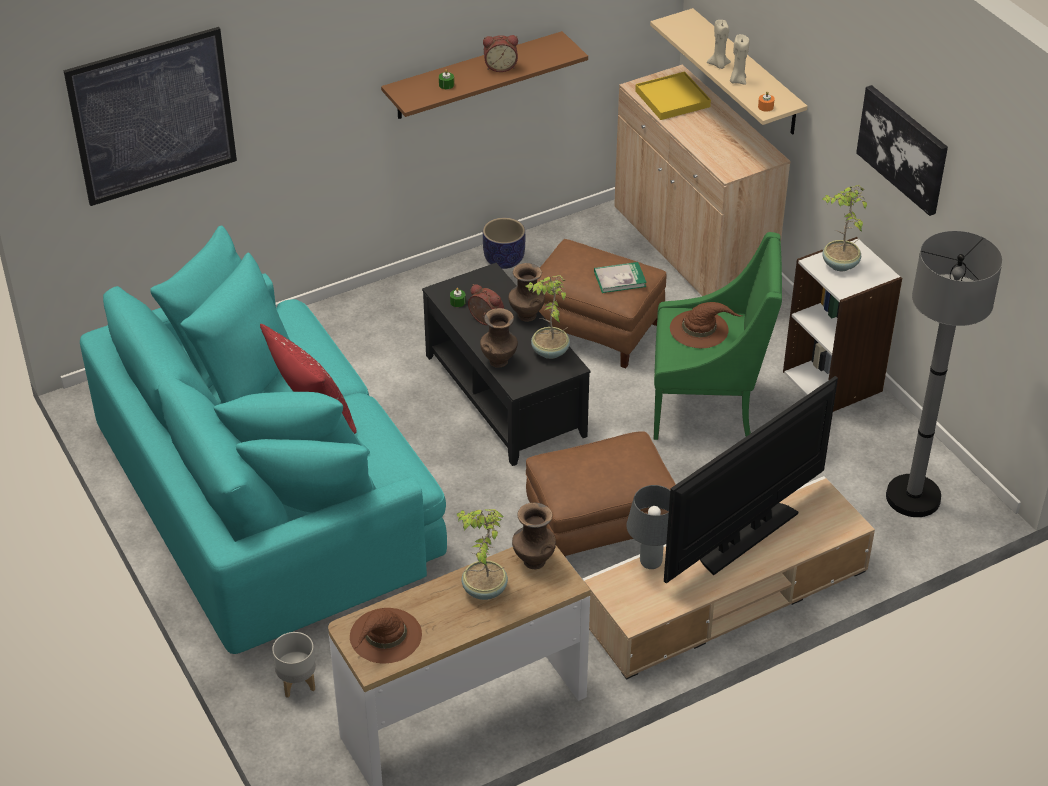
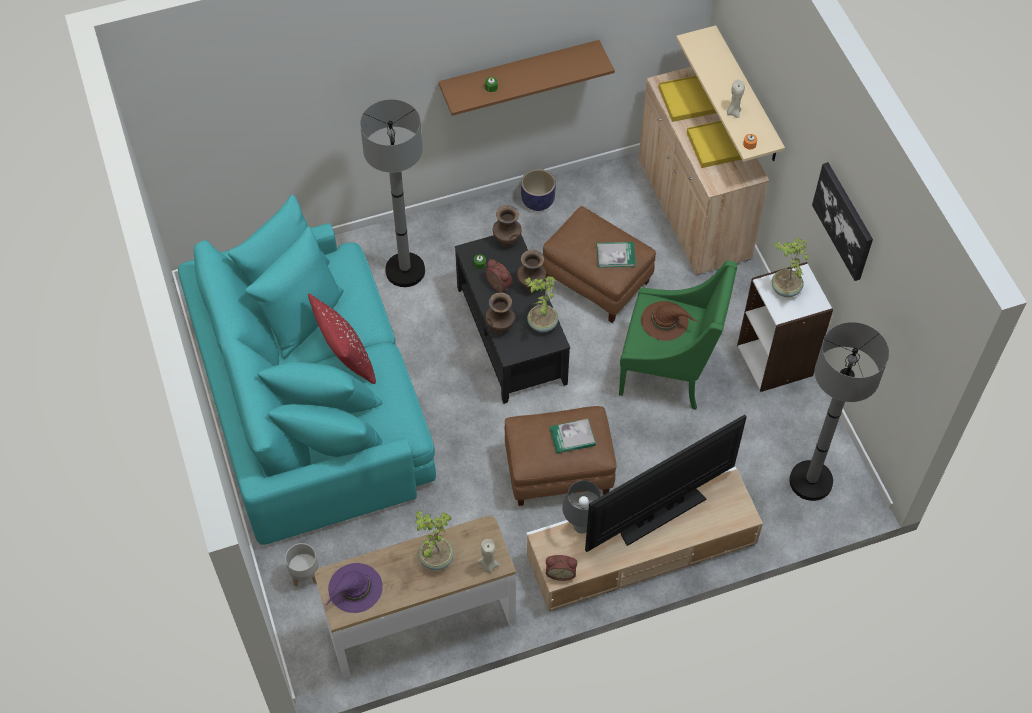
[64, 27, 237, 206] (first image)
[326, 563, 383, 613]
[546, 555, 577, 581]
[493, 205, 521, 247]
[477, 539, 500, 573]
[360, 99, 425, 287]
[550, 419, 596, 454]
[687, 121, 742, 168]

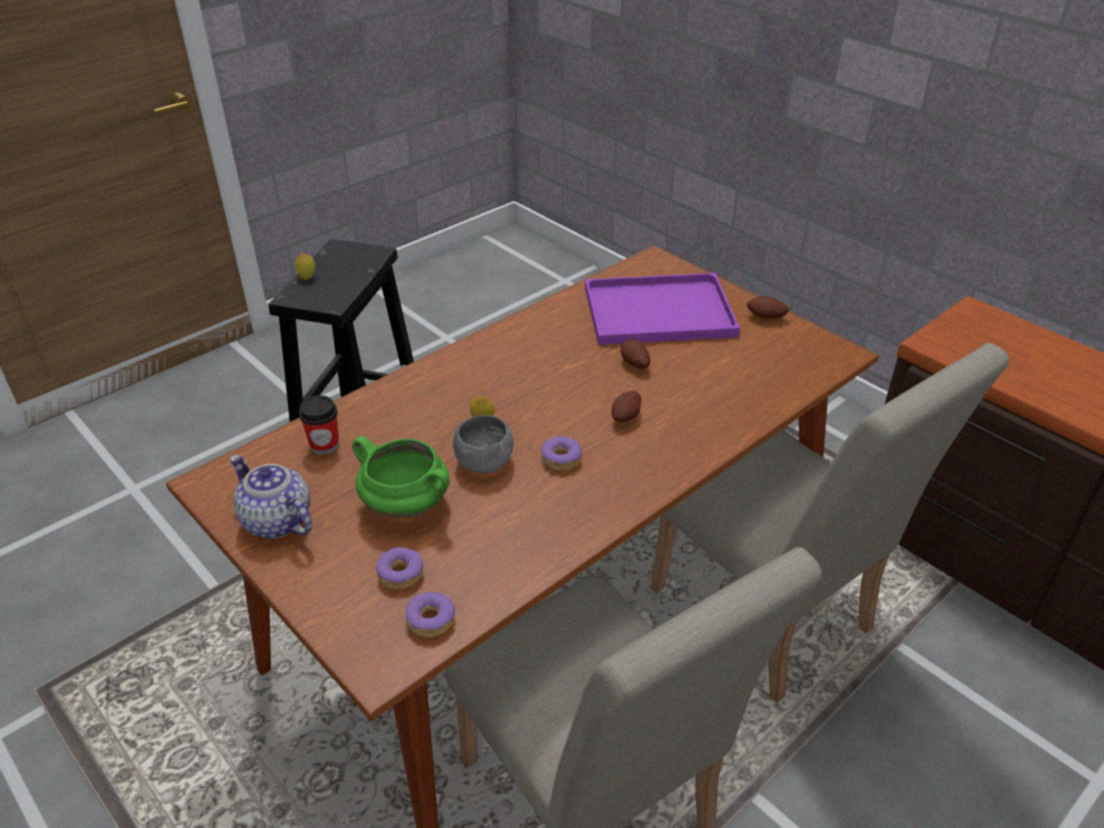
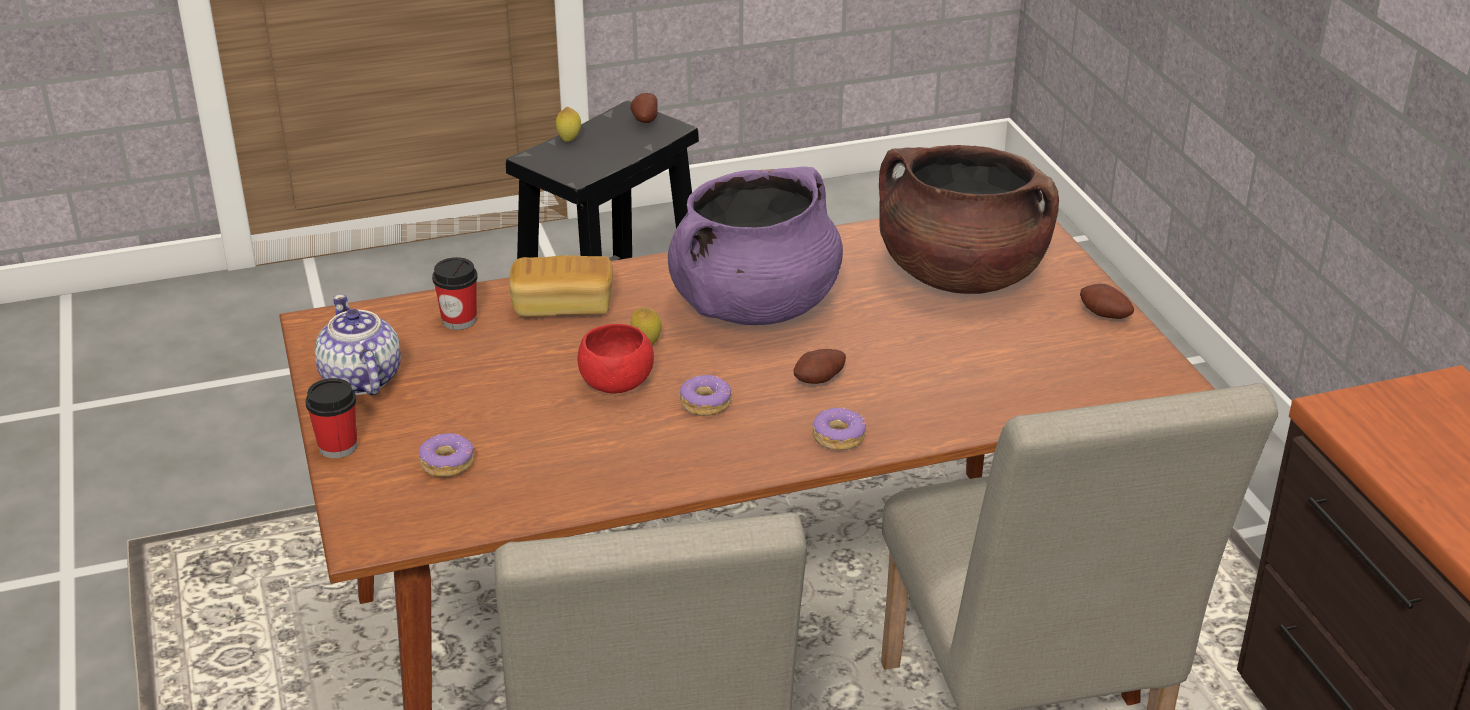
[352, 436, 450, 518] (first image)
[812, 407, 866, 450]
[577, 324, 654, 394]
[879, 145, 1059, 294]
[630, 93, 658, 123]
[305, 378, 357, 458]
[509, 255, 613, 317]
[668, 167, 843, 325]

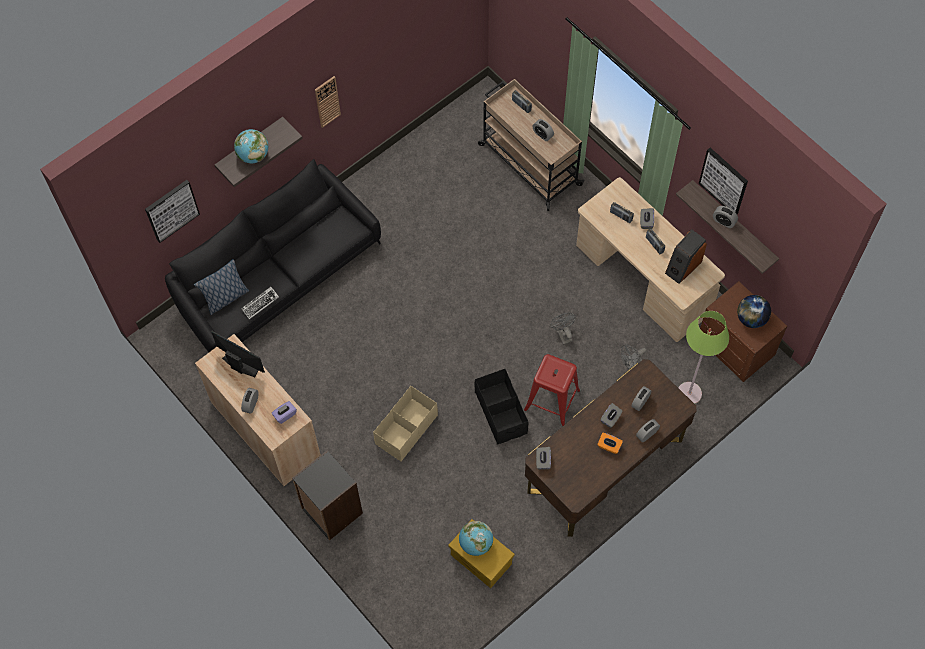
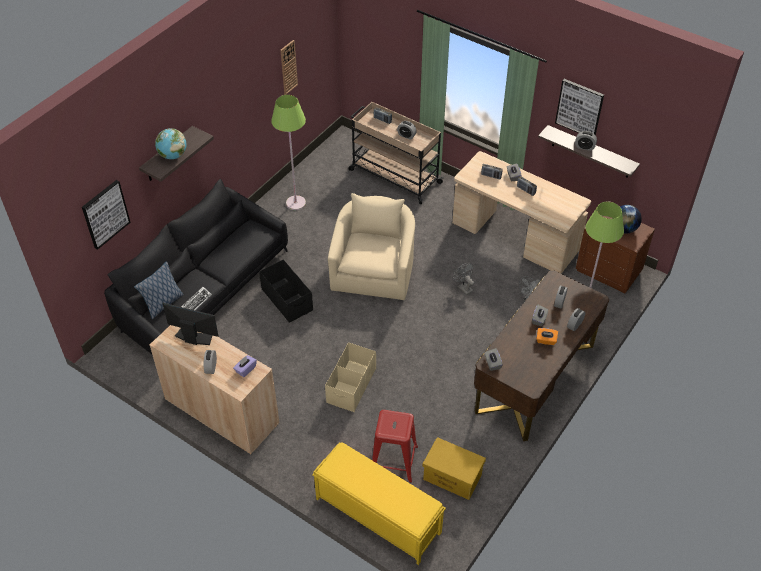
[292, 450, 363, 541] (first image)
[280, 40, 298, 95]
[459, 521, 493, 556] (first image)
[259, 259, 313, 323]
[372, 410, 418, 483]
[665, 230, 707, 284] (first image)
[271, 95, 306, 210]
[312, 442, 446, 565]
[328, 193, 415, 300]

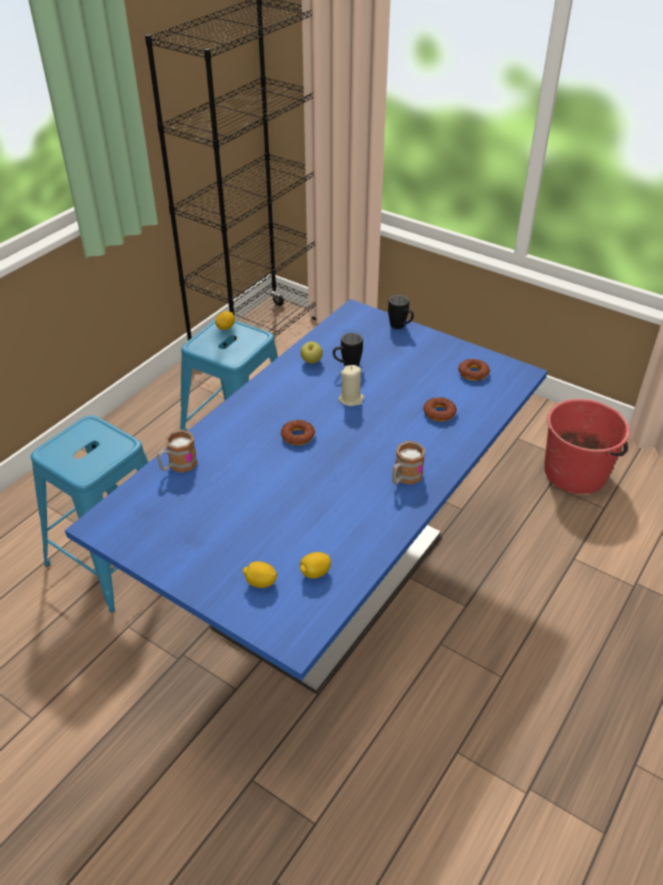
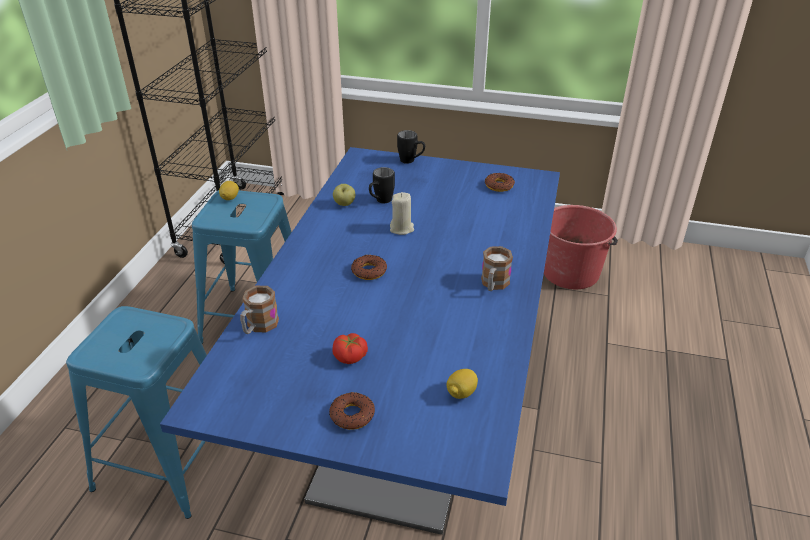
[243, 561, 277, 588] (first image)
[329, 392, 375, 430]
[332, 333, 368, 364]

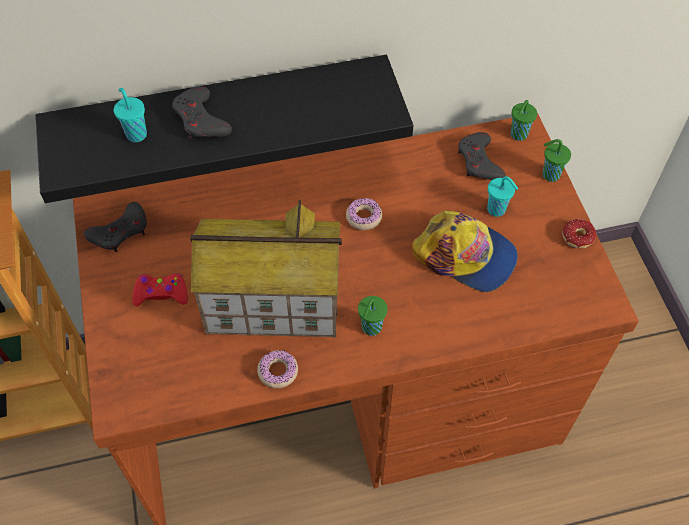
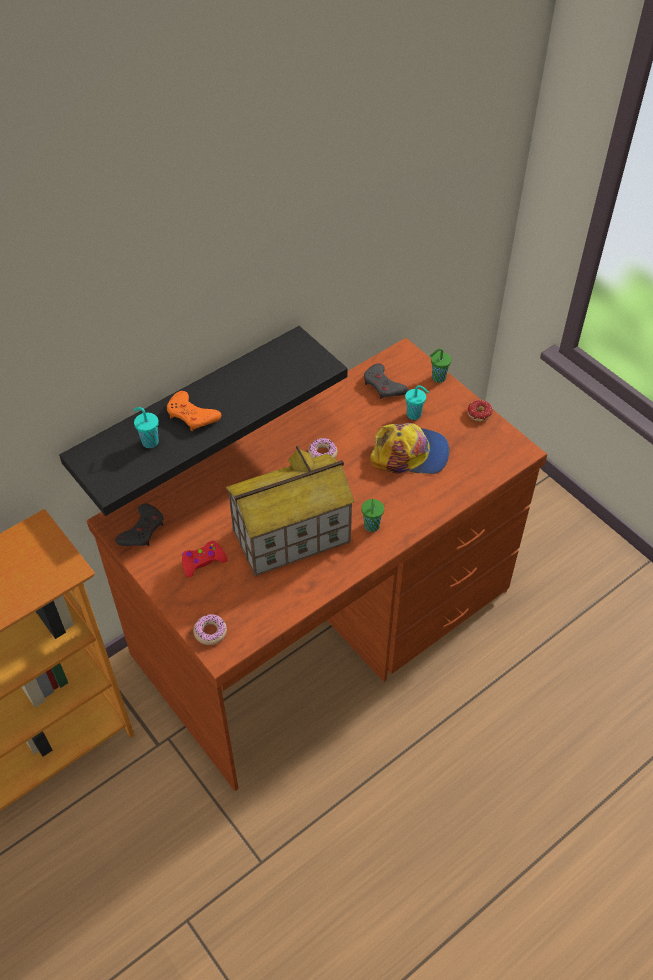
[167, 391, 221, 431]
[193, 614, 227, 645]
[511, 100, 537, 141] (first image)

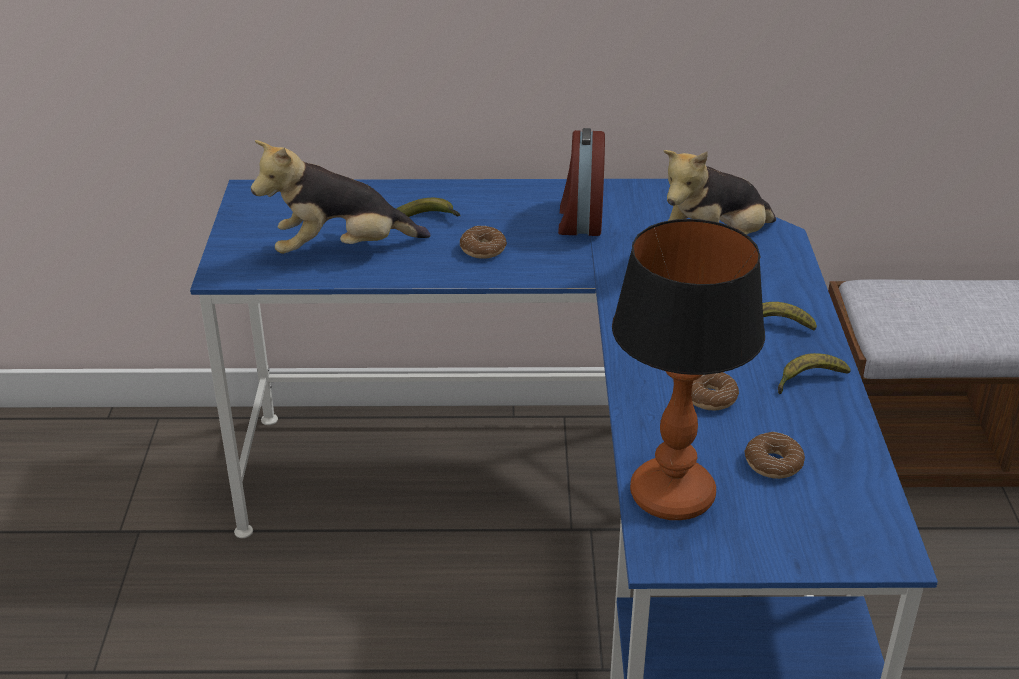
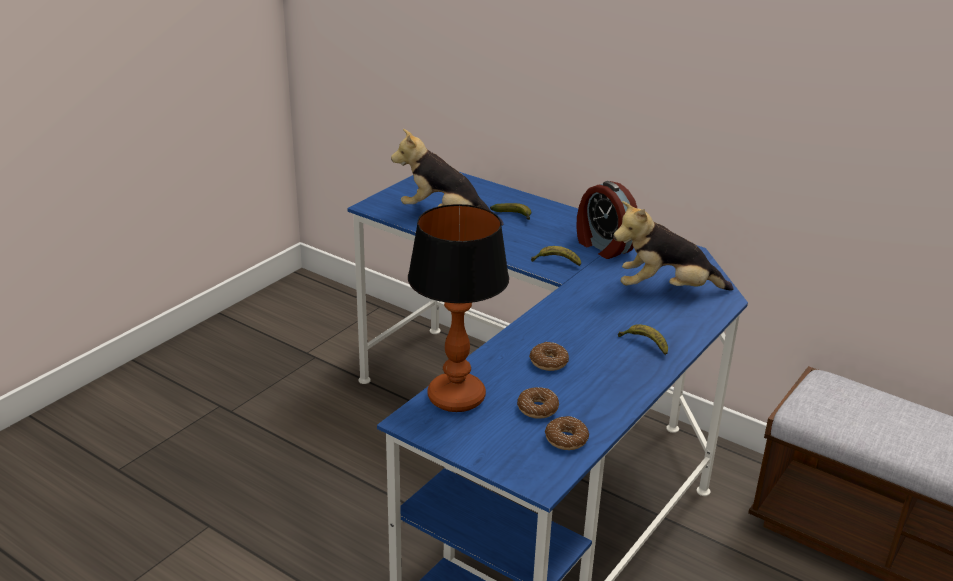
[545, 416, 589, 450]
[576, 181, 637, 259]
[531, 246, 581, 266]

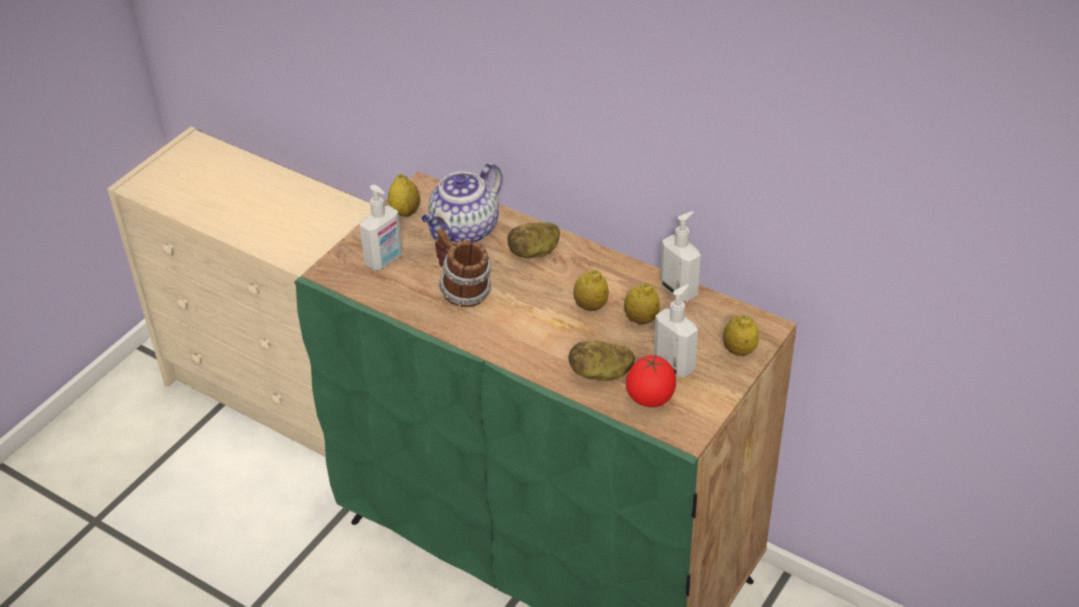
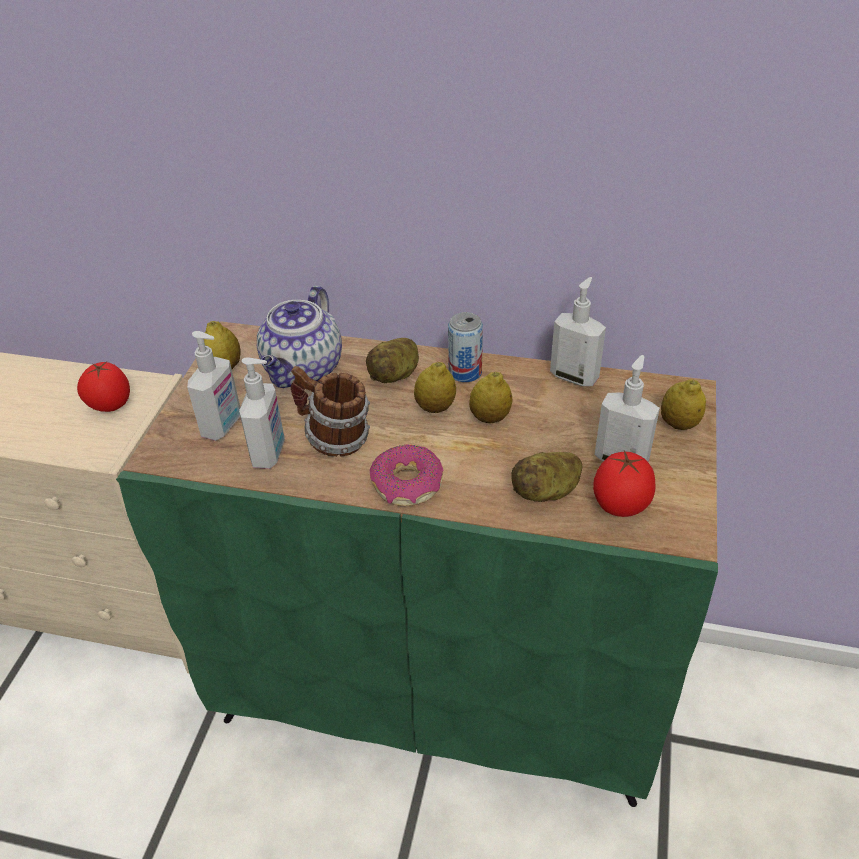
[414, 362, 456, 413]
[77, 361, 130, 412]
[239, 357, 285, 469]
[369, 444, 443, 506]
[448, 312, 483, 382]

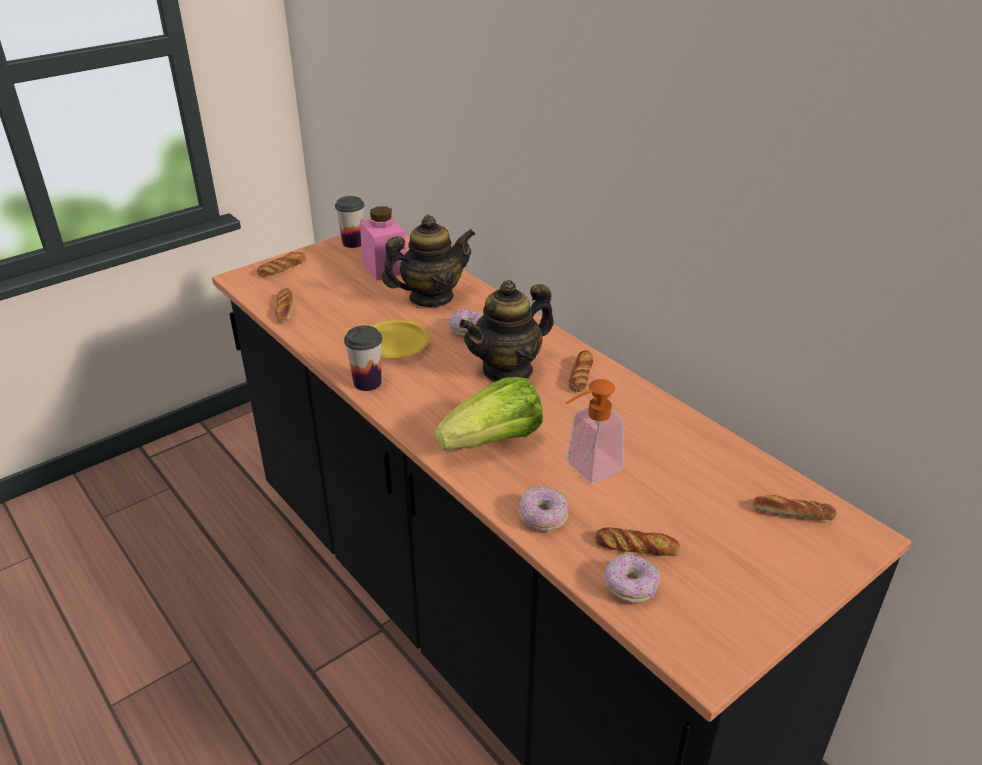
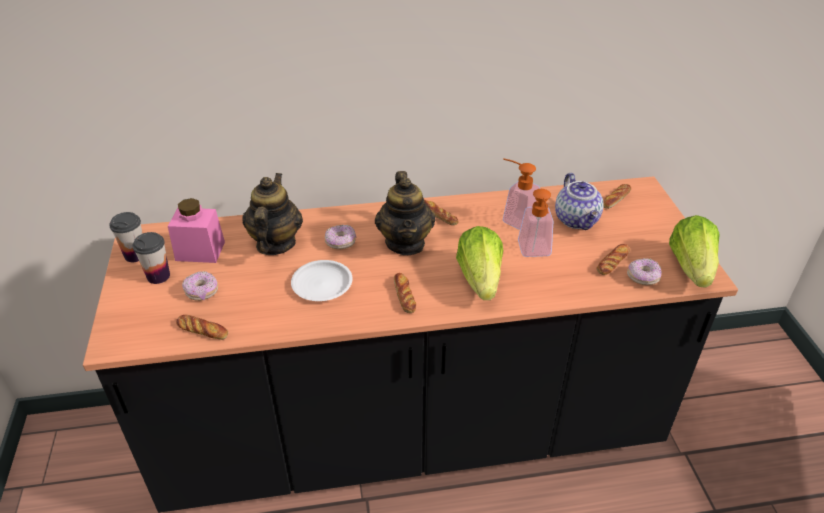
[394, 273, 416, 313]
[132, 232, 170, 284]
[291, 260, 353, 301]
[182, 271, 218, 301]
[503, 158, 540, 230]
[555, 173, 604, 230]
[669, 215, 720, 288]

